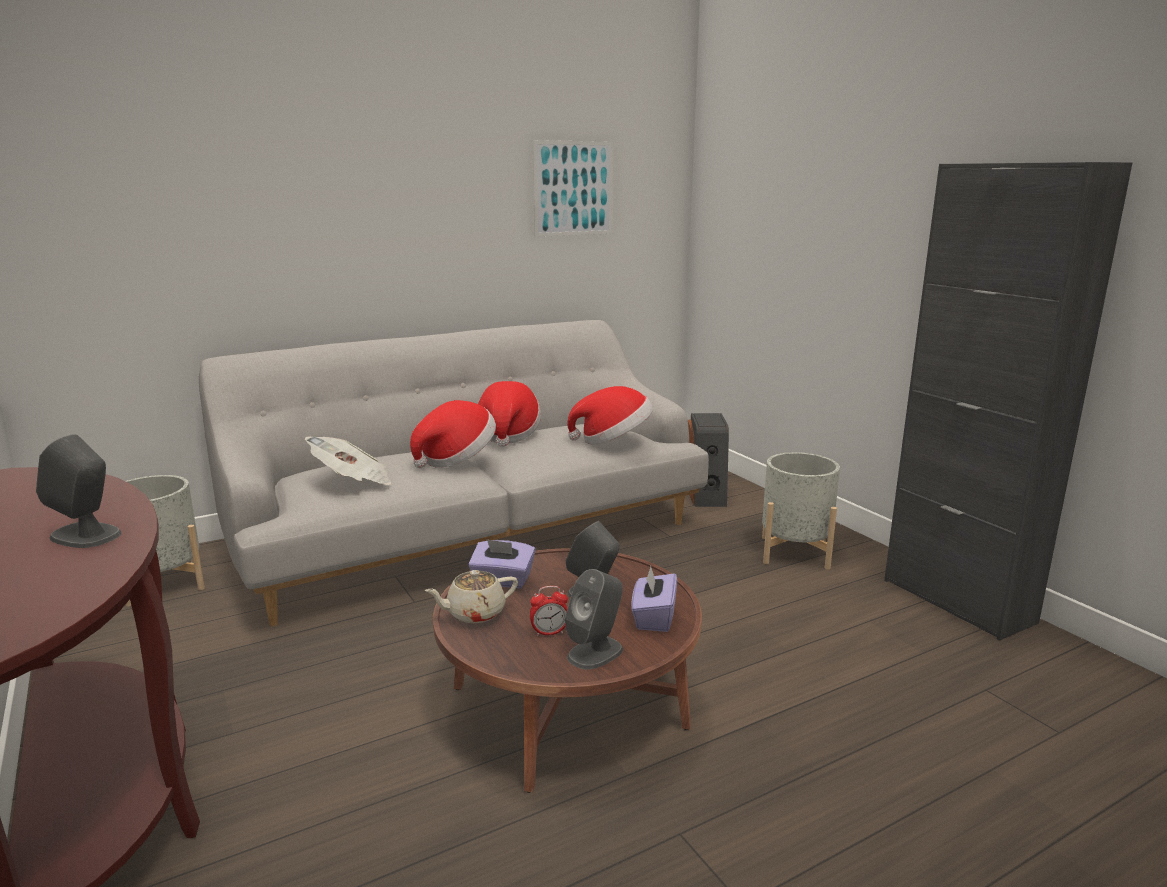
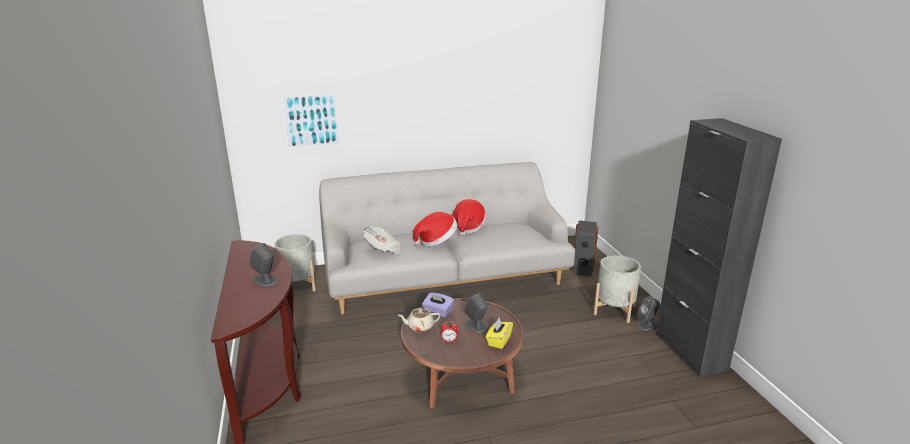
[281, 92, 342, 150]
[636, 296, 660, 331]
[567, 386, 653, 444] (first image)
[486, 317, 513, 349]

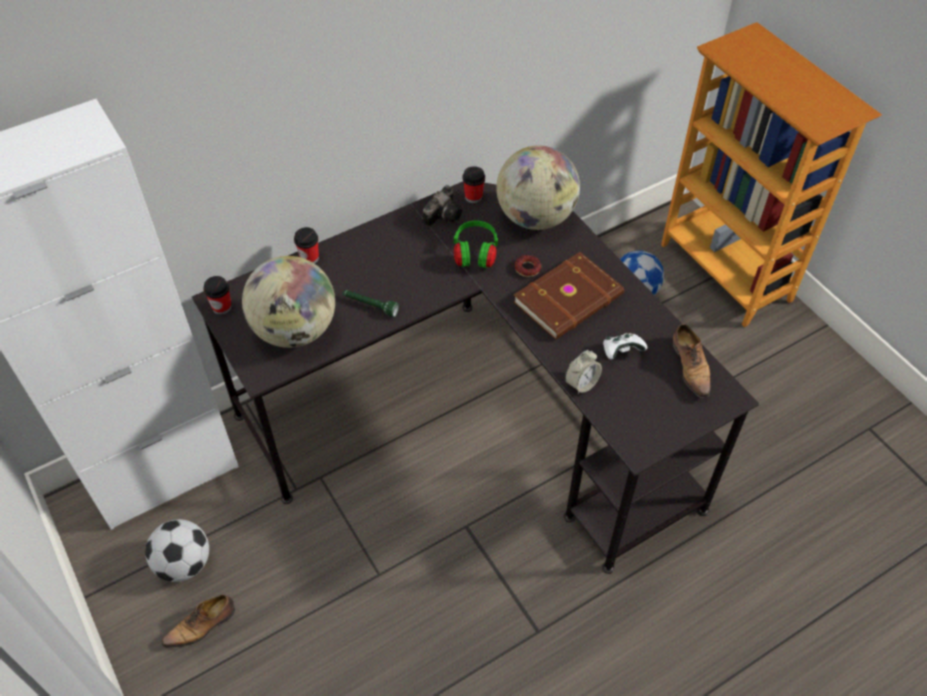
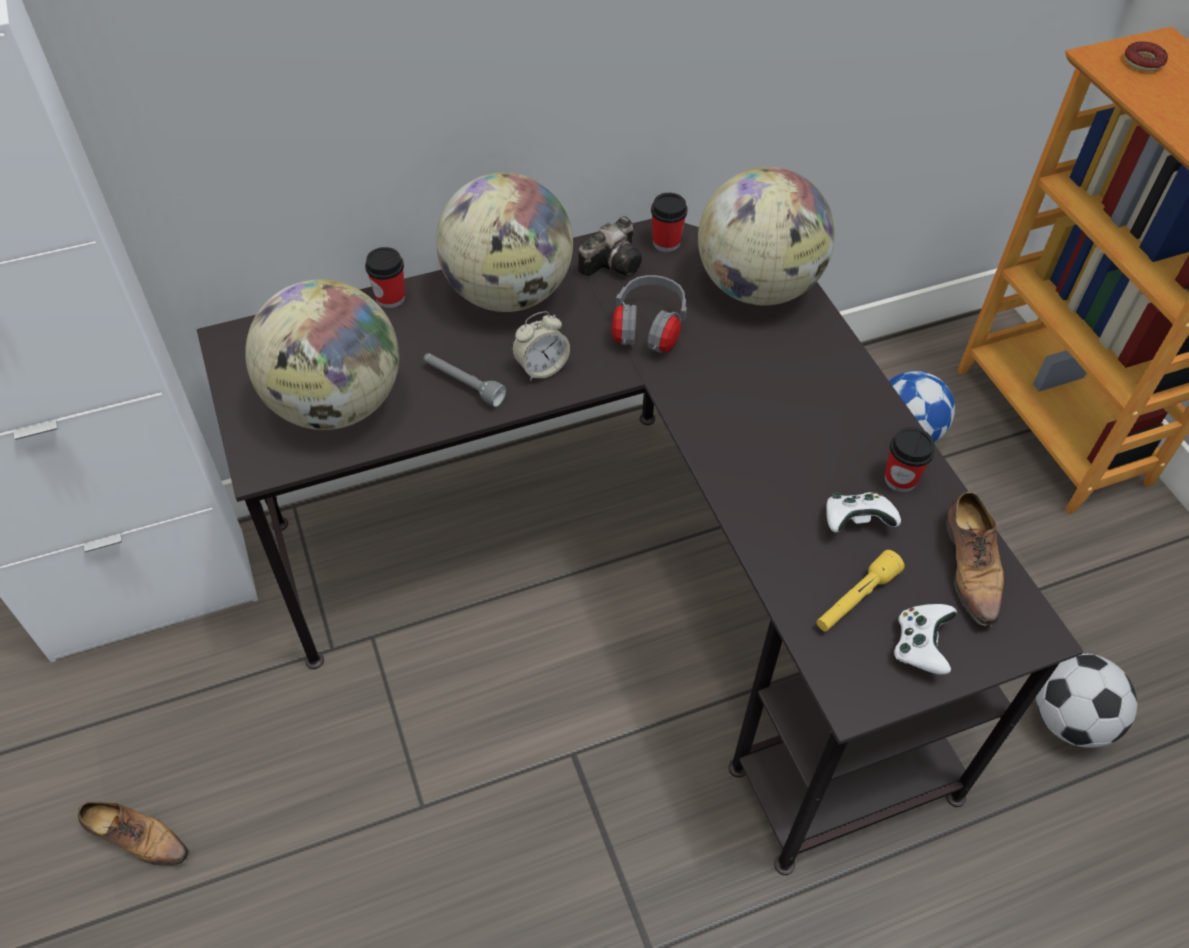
[1036, 653, 1137, 748]
[78, 802, 189, 866]
[884, 427, 935, 492]
[423, 353, 507, 407]
[612, 275, 687, 353]
[514, 252, 624, 340] (first image)
[1124, 41, 1168, 72]
[512, 311, 570, 381]
[436, 172, 573, 312]
[817, 550, 905, 632]
[894, 604, 957, 675]

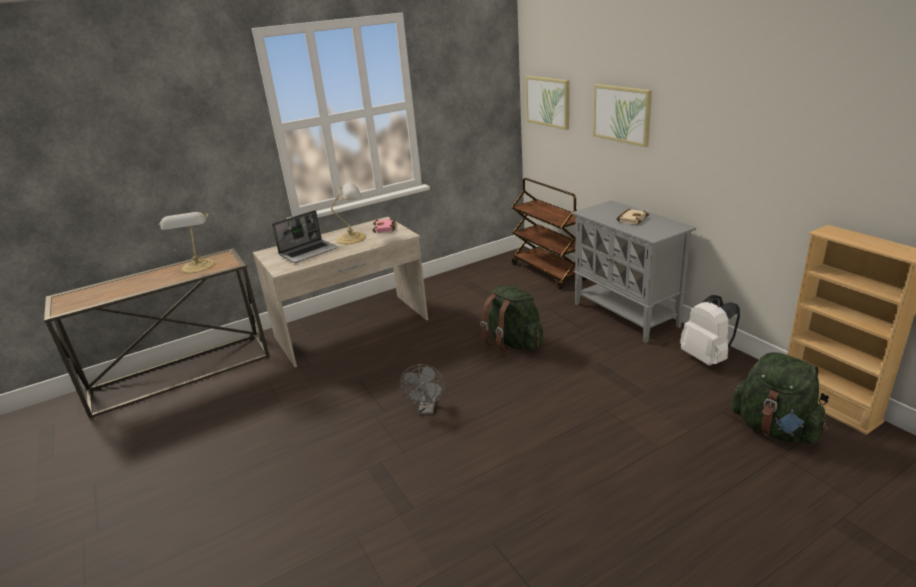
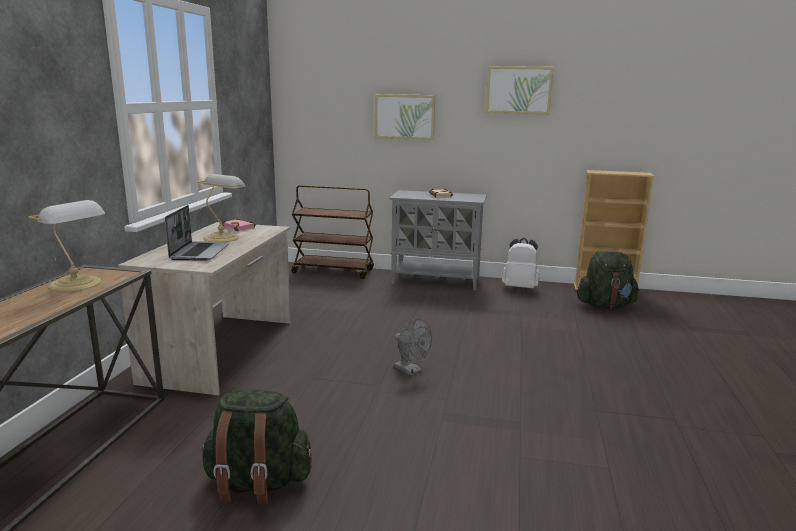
[201, 389, 312, 505]
[486, 66, 554, 114]

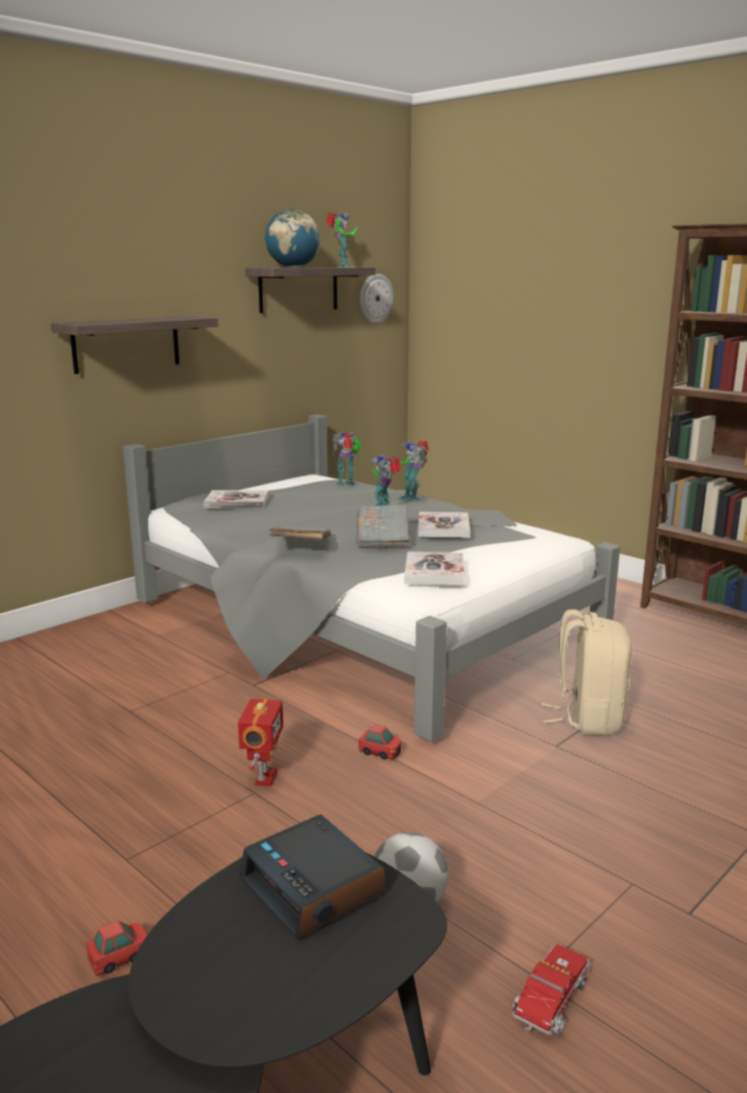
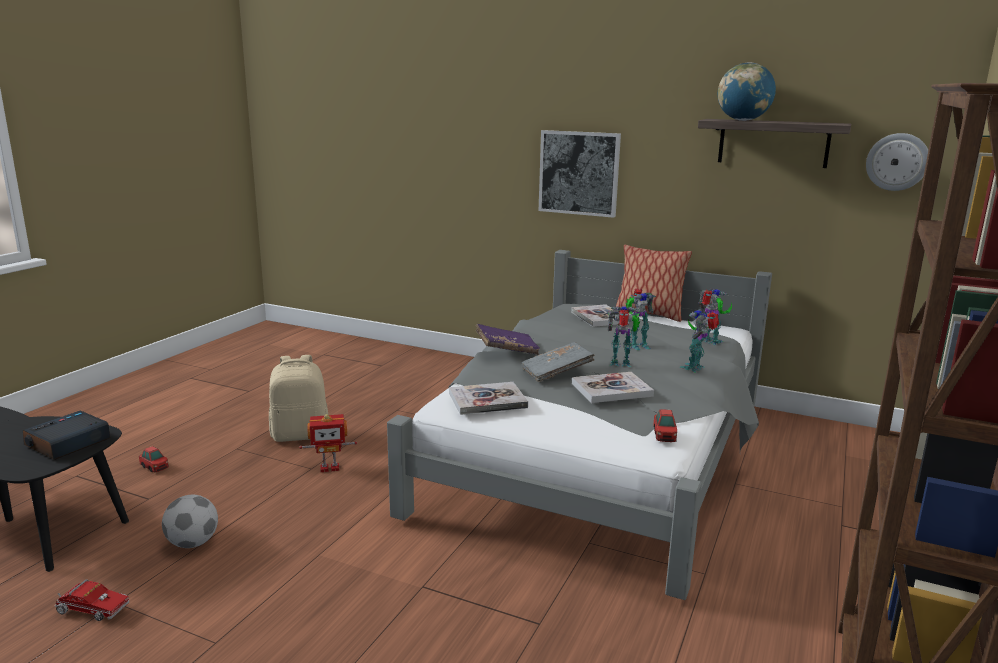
[539, 130, 621, 218]
[475, 324, 540, 355]
[626, 288, 656, 350]
[653, 409, 677, 442]
[269, 355, 328, 442]
[615, 245, 692, 322]

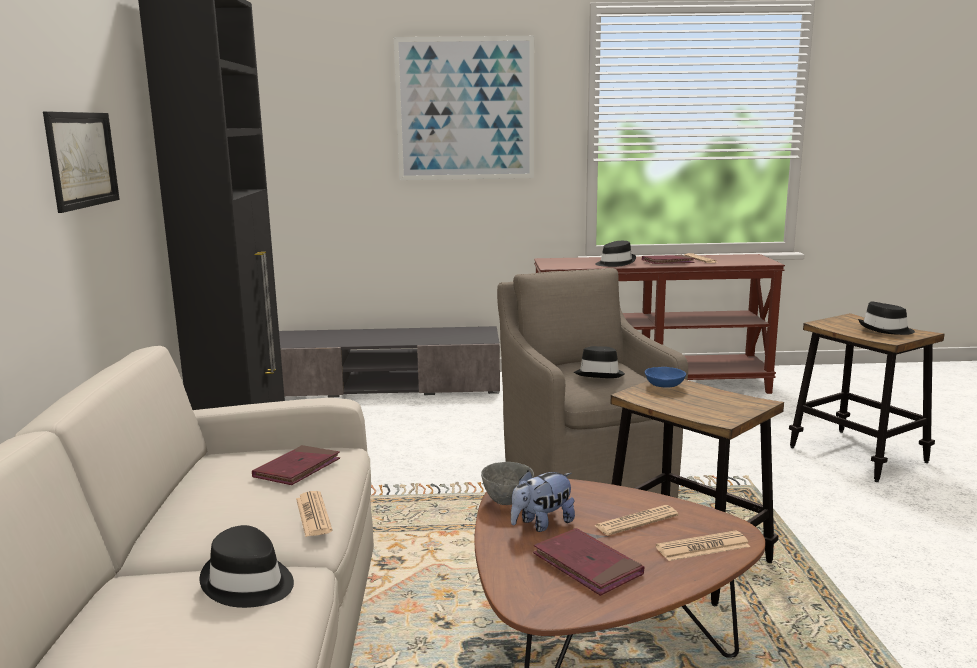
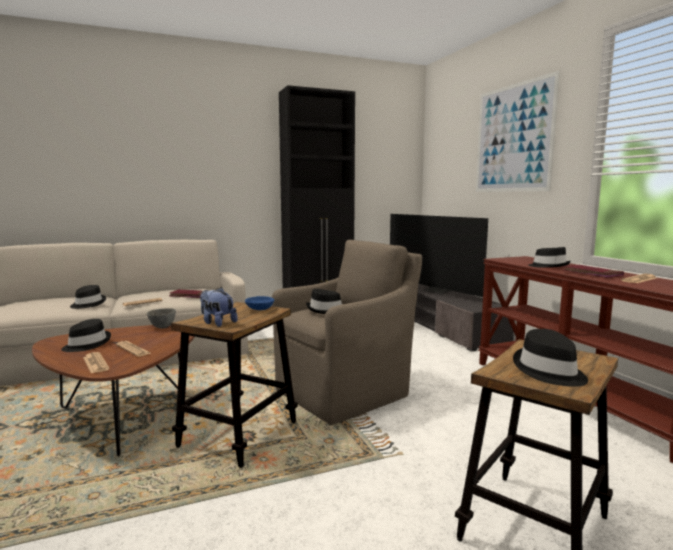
[43, 111, 120, 213] (first image)
[200, 287, 238, 327]
[61, 319, 111, 352]
[390, 214, 488, 297]

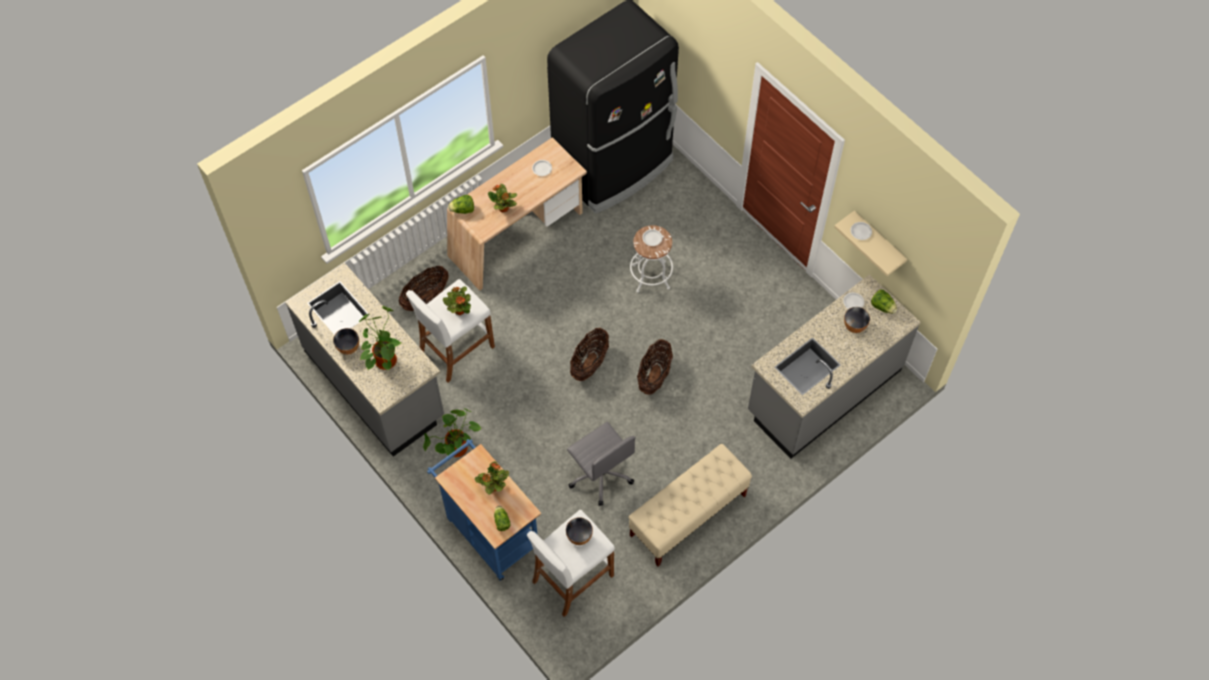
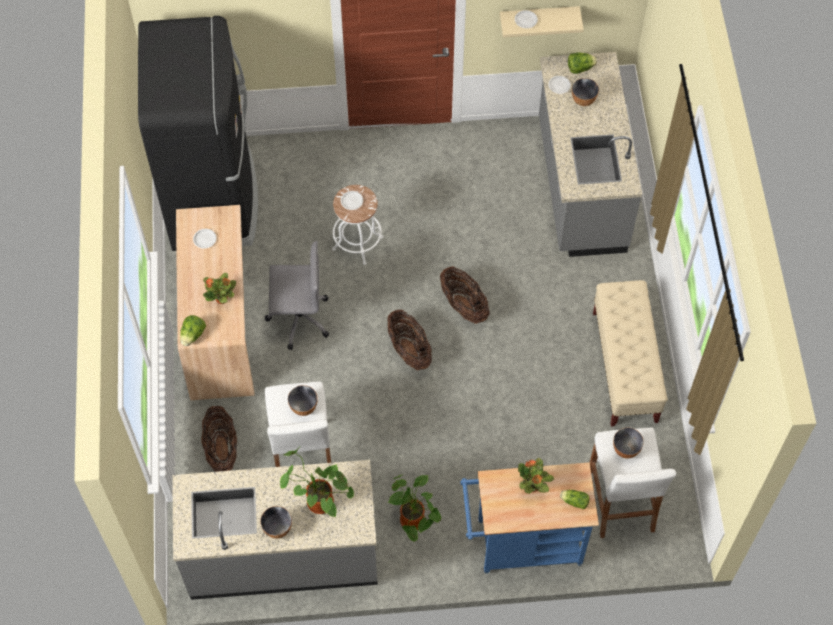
[288, 385, 318, 416]
[265, 241, 329, 350]

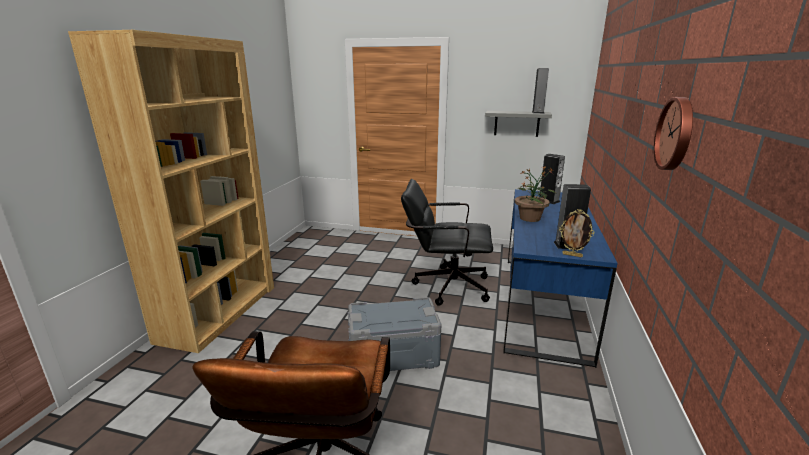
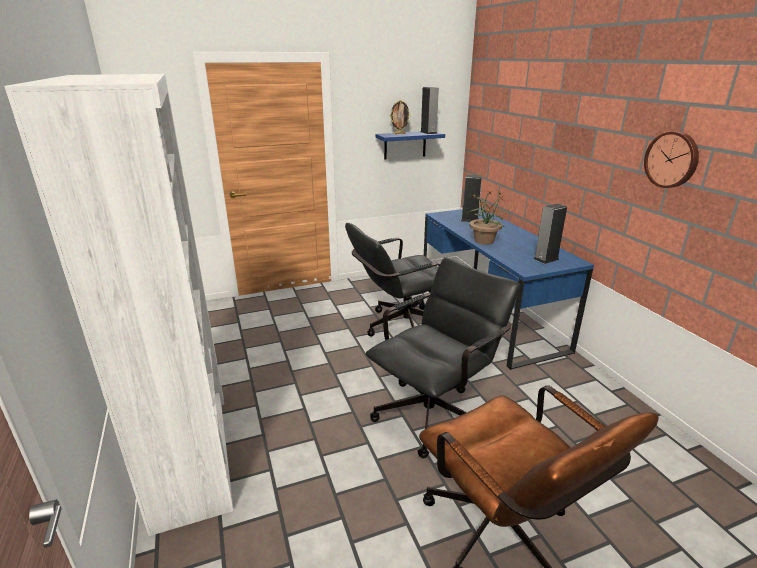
[4, 74, 234, 536]
[366, 257, 520, 458]
[376, 132, 445, 159]
[390, 100, 411, 134]

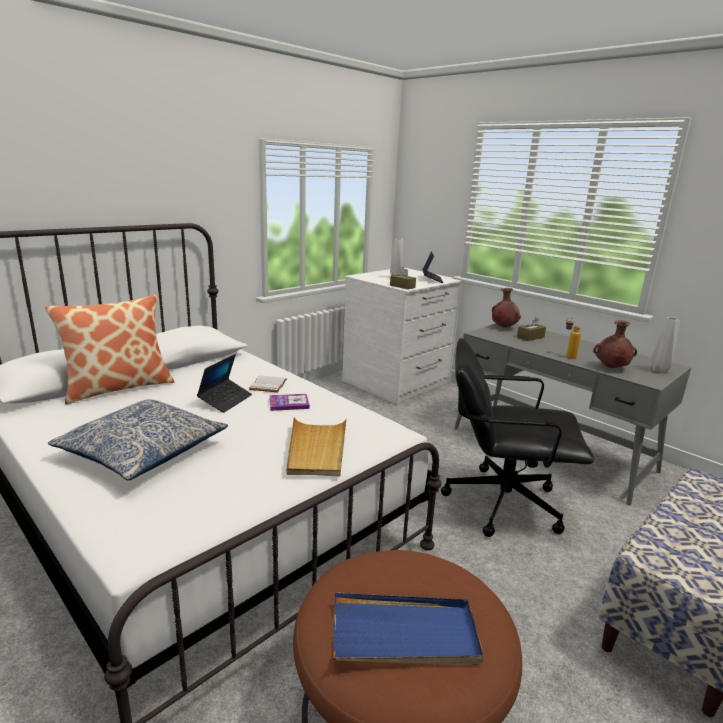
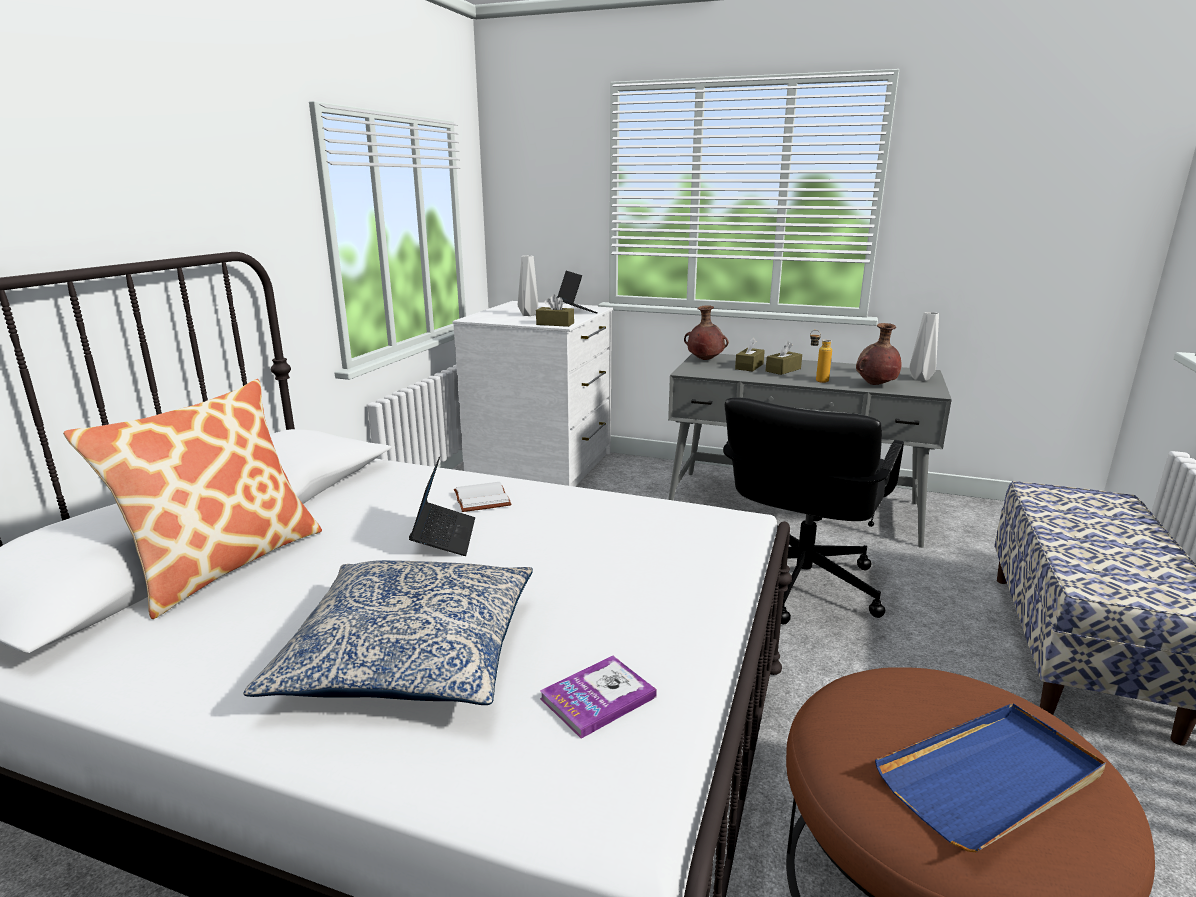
[540, 655, 657, 739]
[286, 417, 347, 476] (first image)
[723, 397, 904, 624]
[766, 341, 802, 375]

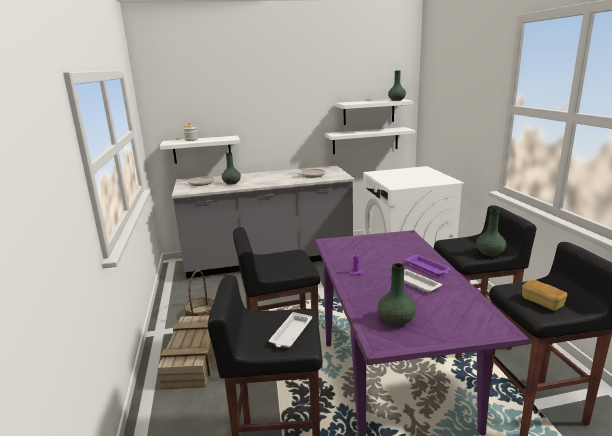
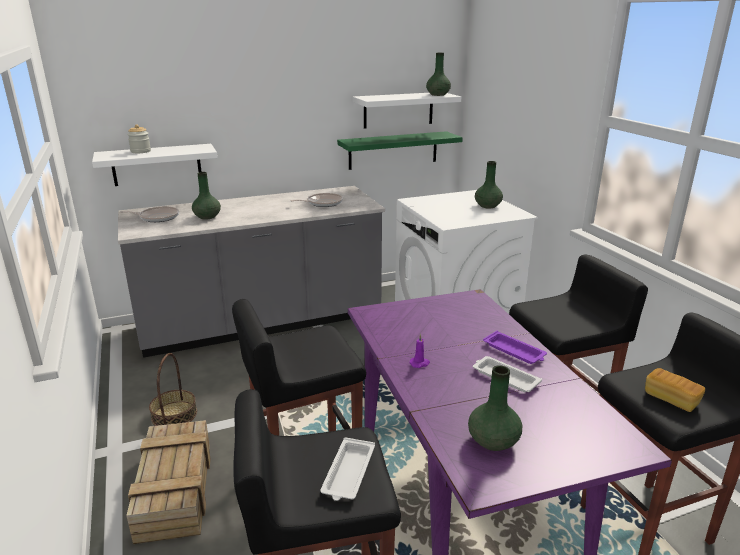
[337, 131, 463, 170]
[475, 161, 503, 209]

